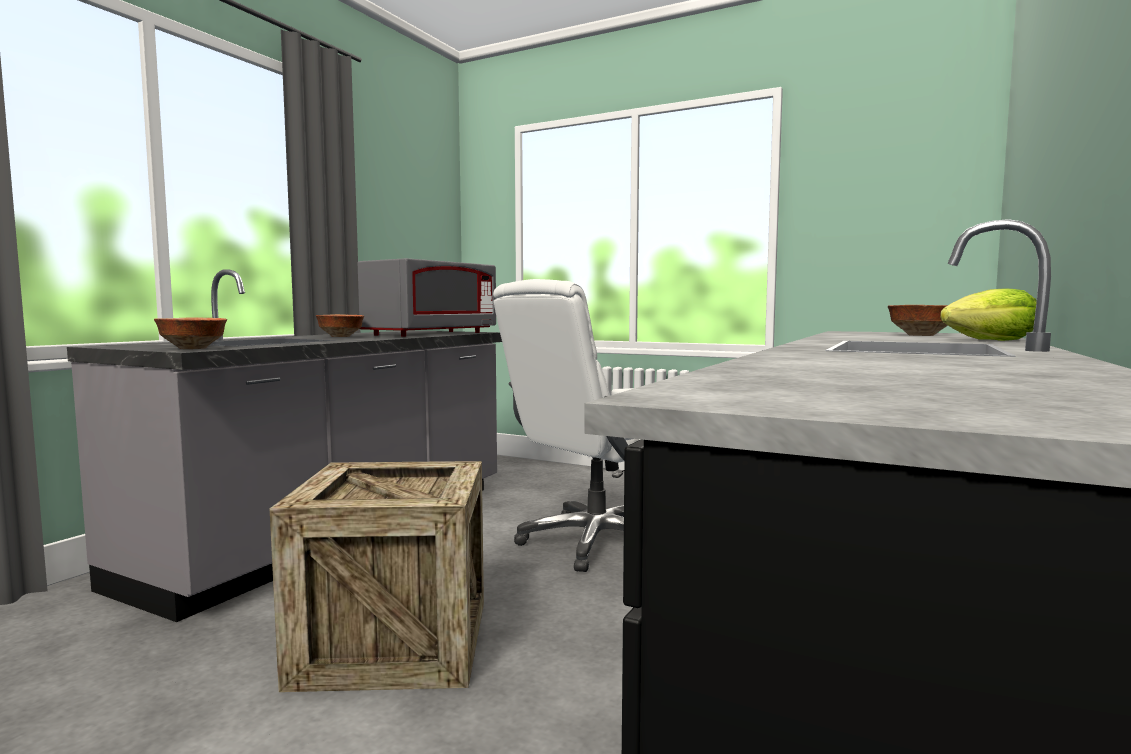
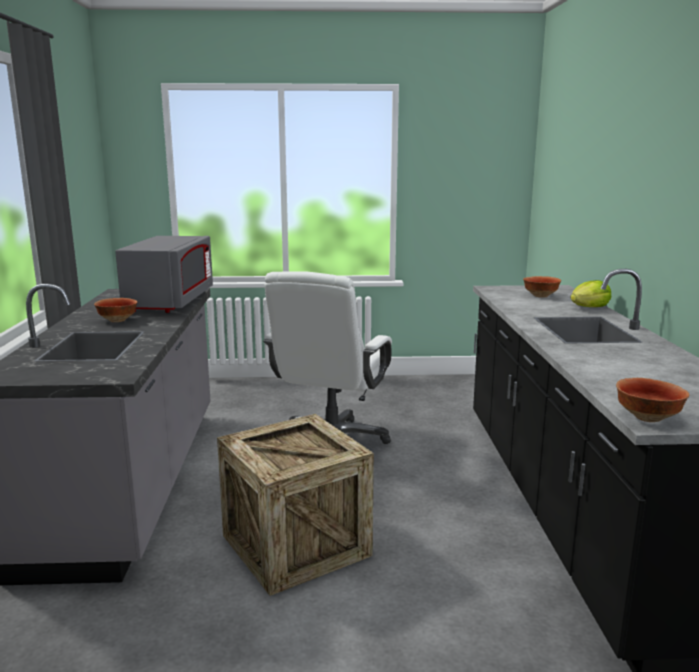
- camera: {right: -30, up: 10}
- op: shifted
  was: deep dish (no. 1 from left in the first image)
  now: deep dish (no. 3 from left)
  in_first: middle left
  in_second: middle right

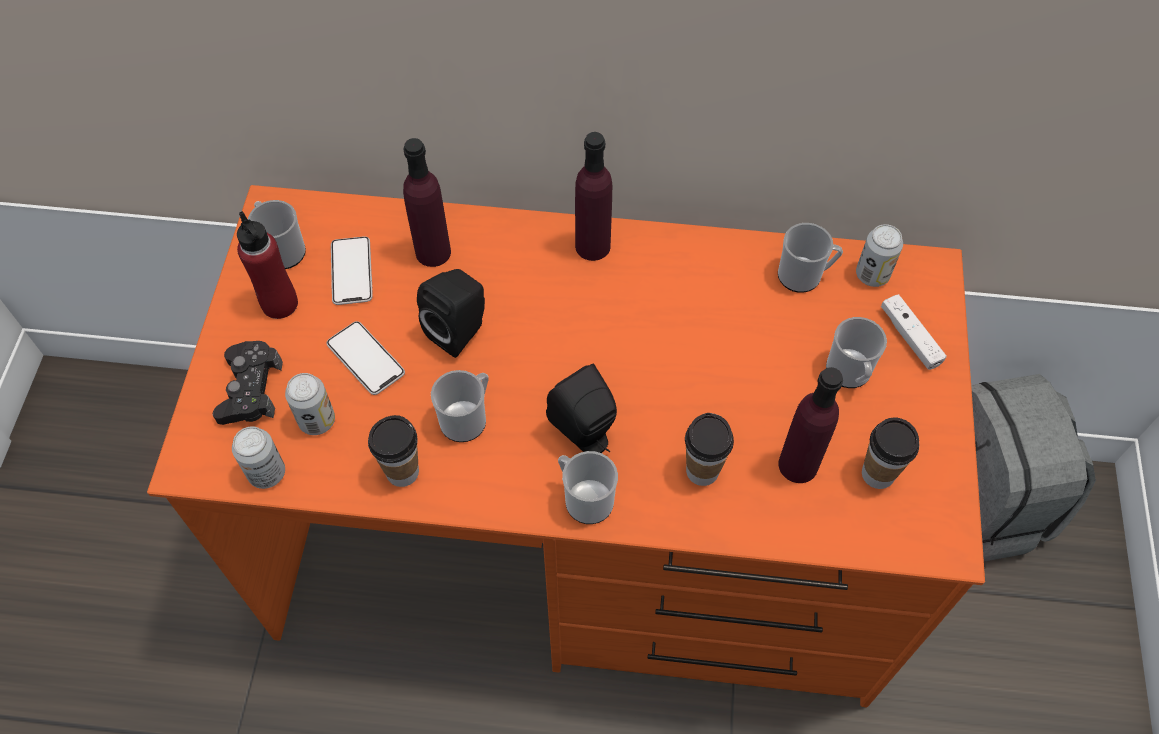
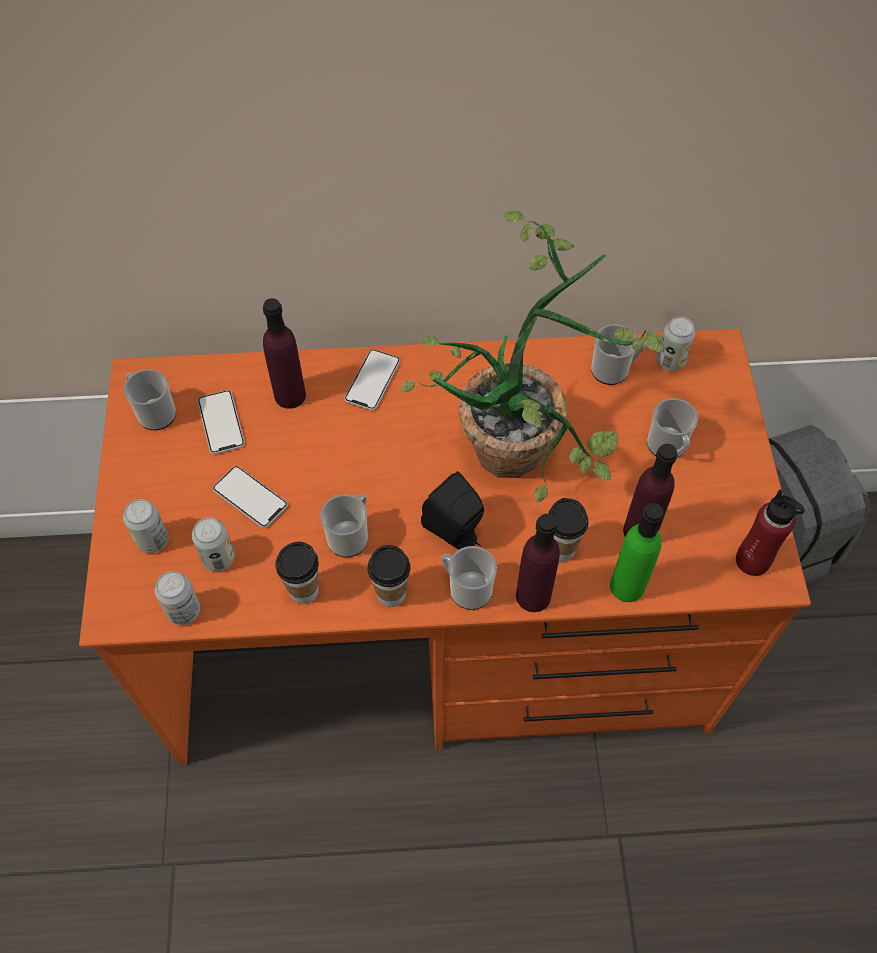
- camera: {right: -10, up: 0}
- op: swapped
  was: game controller/blackish
  now: can (no. 1 from left)
  in_first: middle left
  in_second: middle left
- op: shifted
  was: drink bottle/red
  in_first: middle left
  in_second: middle right
- op: gone
  was: loudspeaker/blackish (no. 1 from left)
  in_first: centre
- op: shifted
  was: drink bottle/purple-coloured (no. 2 from left)
  in_first: top centre
  in_second: centre
- op: shifted
  was: drinking cup (no. 3 from left in the first image)
  now: drinking cup (no. 2 from left)
  in_first: middle right
  in_second: centre
- op: gone
  was: game controller/white
  in_first: middle right
- op: new
  now: phone (no. 3 from left)
  in_second: centre
- op: new
  now: houseplant
  in_second: centre
- op: new
  now: drink bottle/green
  in_second: middle right

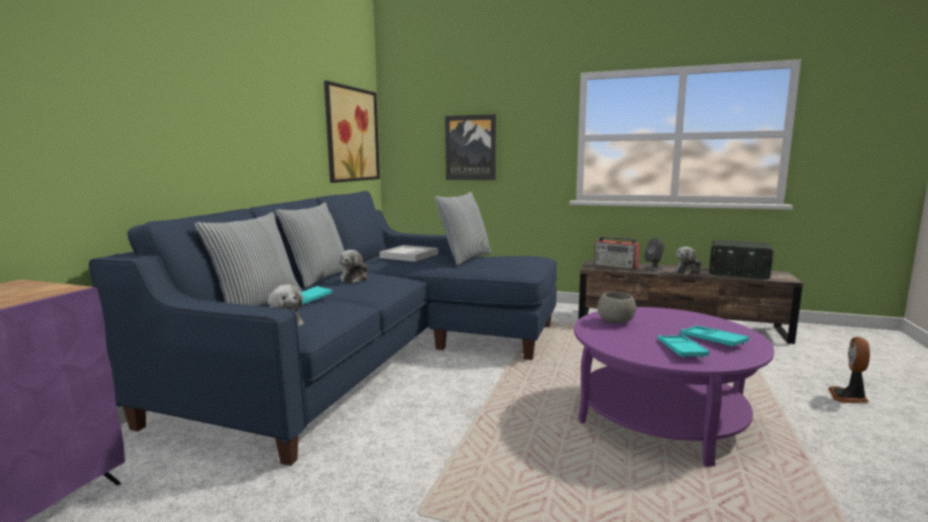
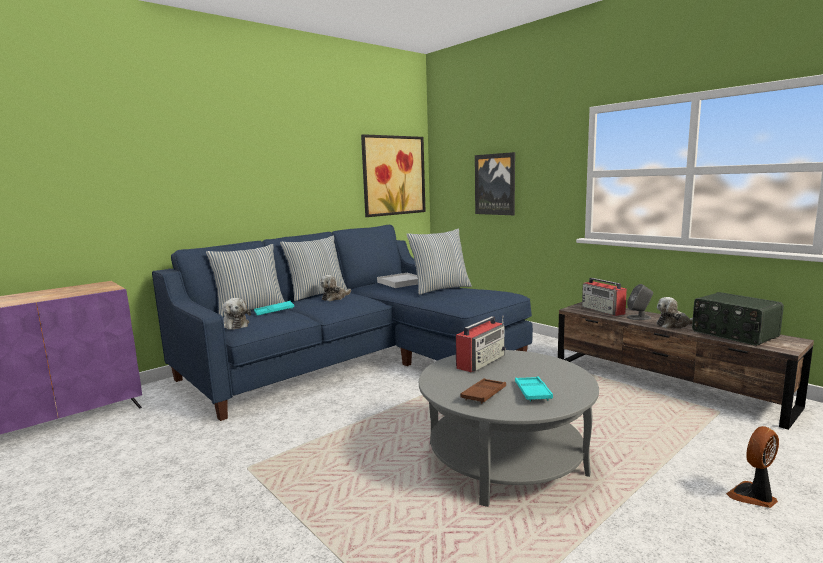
- camera: {right: 30, up: 0}
- op: repainted
  was: low table/purple-coloured
  now: low table/greyish
  in_first: bottom right
  in_second: bottom centre
- op: swapped
  was: deep dish/greyish
  now: radio (no. 1 from left)
  in_first: centre
  in_second: centre
- op: repainted
  was: carrying tray/turquoise-coloured (no. 2 from left)
  now: carrying tray/brown
  in_first: middle right
  in_second: bottom centre

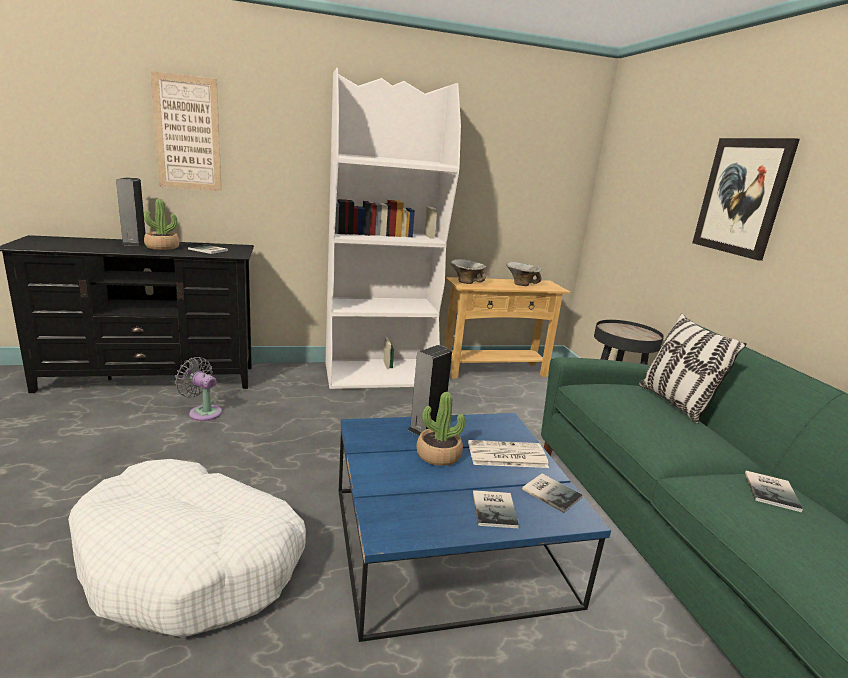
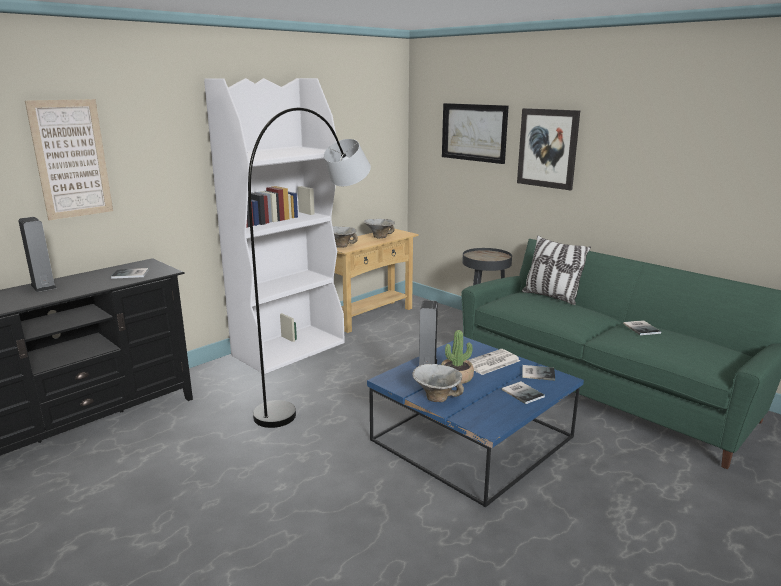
- camera: {right: -30, up: 0}
- op: gone
  was: dog cushion/white
  in_first: bottom left
- op: gone
  was: houseplant (no. 1 from left)
  in_first: top left
- op: gone
  was: electric fan/greyish
  in_first: middle left
- op: new
  now: standard lamp/greyish
  in_second: centre
- op: new
  now: deep dish (no. 3 from left)
  in_second: centre
- op: new
  now: picture (no. 2 from left)
  in_second: top centre

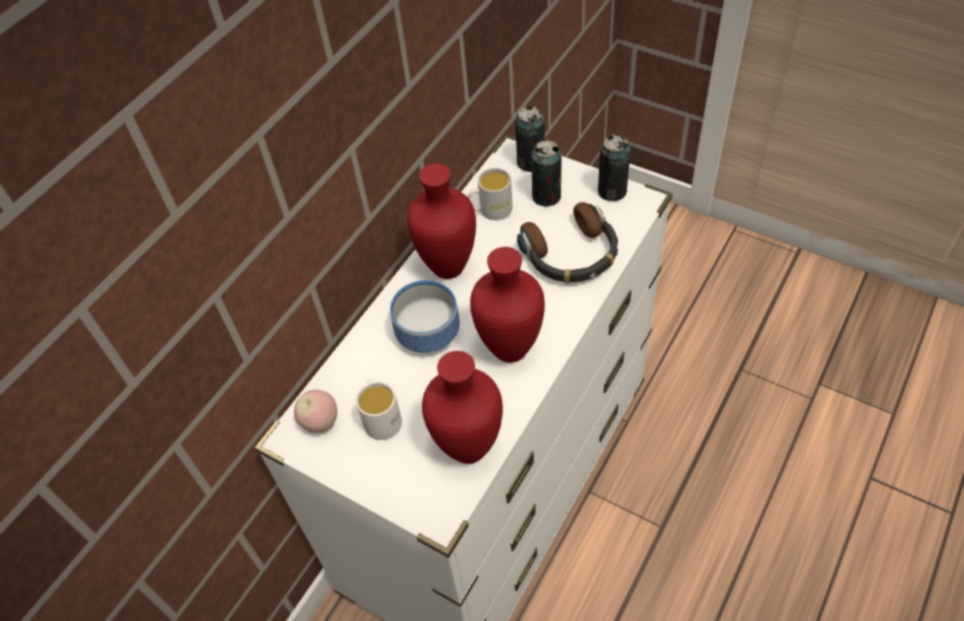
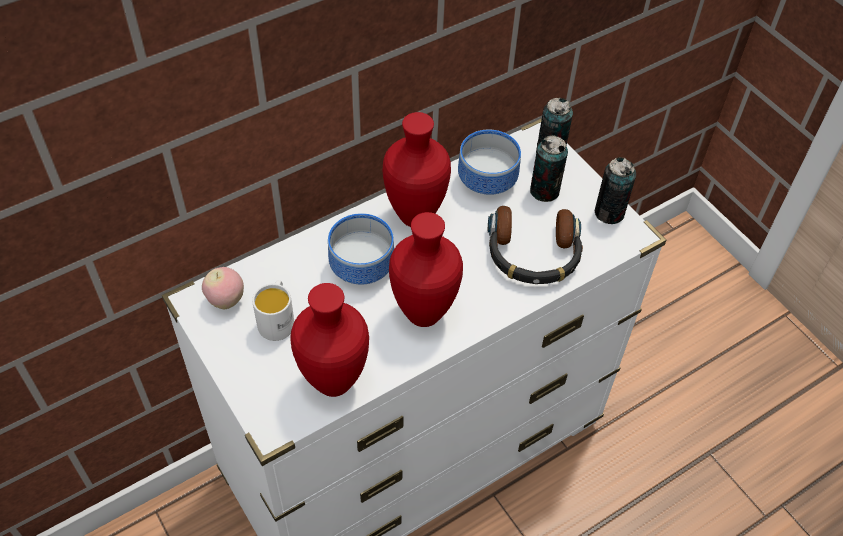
- camera: {right: 20, up: 0}
- op: swapped
  was: coffee mug/white (no. 2 from left)
  now: deep dish (no. 2 from left)
  in_first: top centre
  in_second: top centre

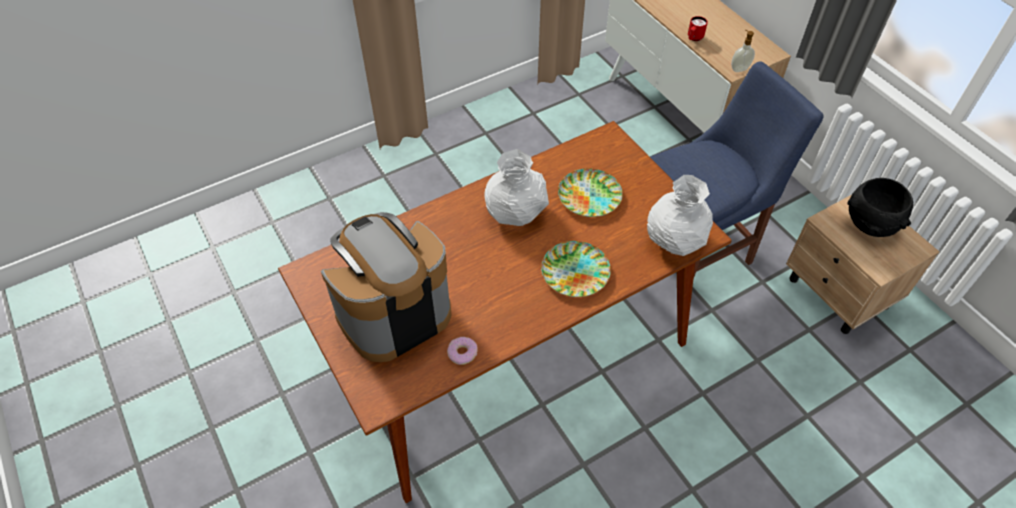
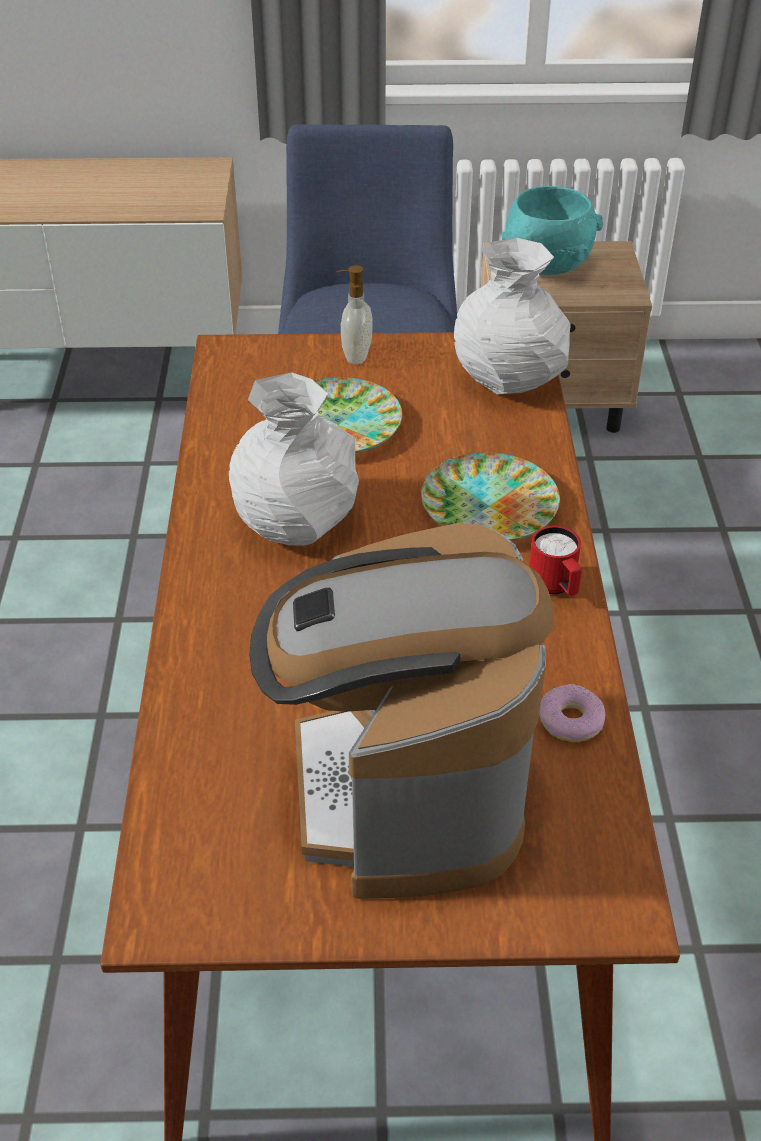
- camera: {right: -60, up: -10}
- op: shifted
  was: coffee mug/red
  in_first: top right
  in_second: middle right
- op: shifted
  was: soap dispenser
  in_first: top right
  in_second: top centre
- op: repainted
  was: deep dish/blackish
  now: deep dish/turquoise-coloured
  in_first: middle right
  in_second: top right

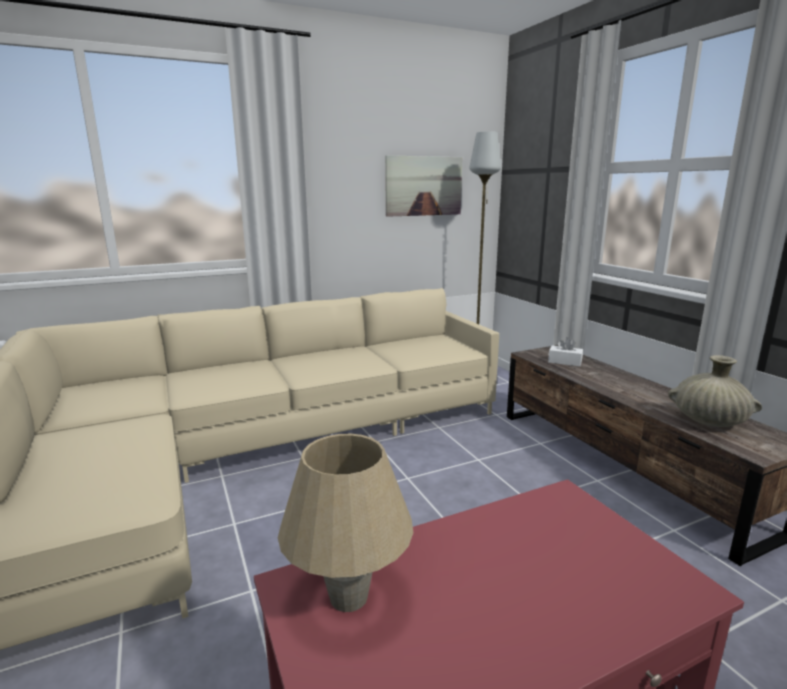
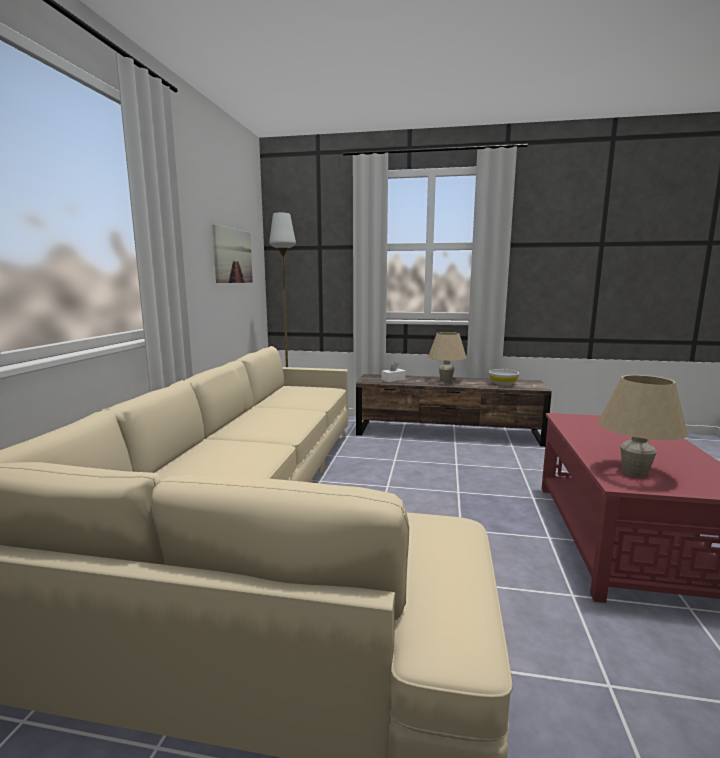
- camera: {right: -55, up: -5}
- op: swapped
  was: flower vase/beige
  now: deep dish/white
  in_first: middle right
  in_second: middle right
- op: new
  now: table lamp/beige (no. 1 from left)
  in_second: centre

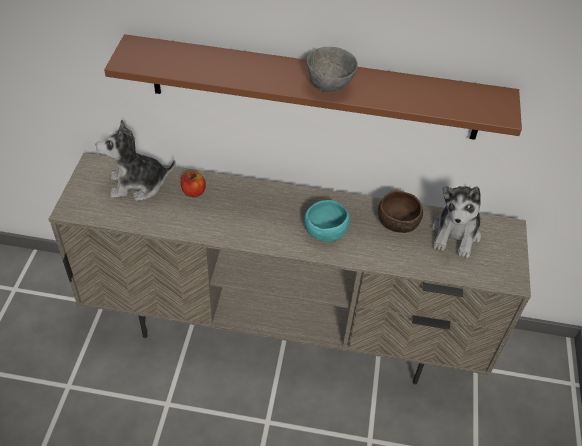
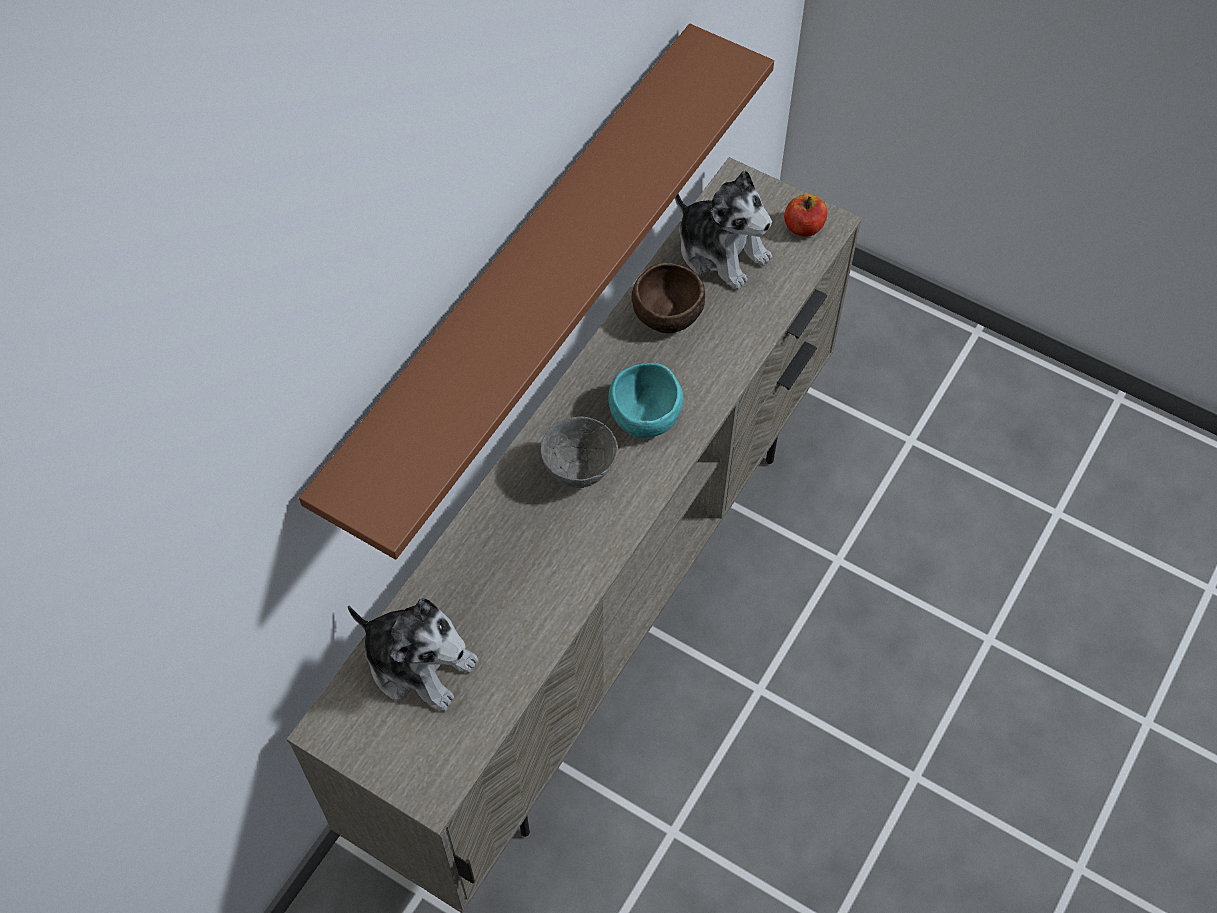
- camera: {right: -65, up: 10}
- op: rotated
  was: plush toy (no. 1 from left)
  in_first: middle left
  in_second: bottom centre
  clockwise: -75
- op: shifted
  was: apple fruit
  in_first: middle left
  in_second: top centre
- op: shifted
  was: deep dish/greyish
  in_first: top centre
  in_second: centre

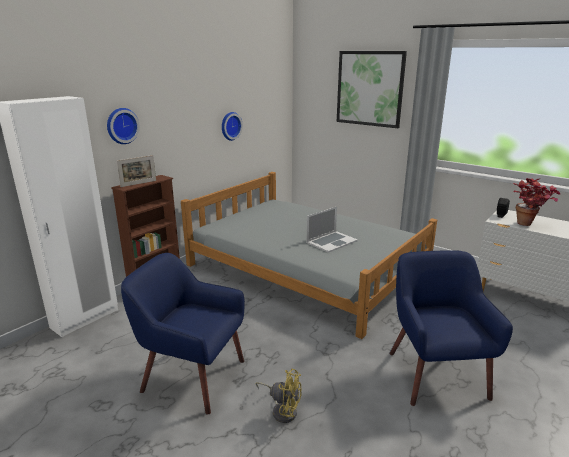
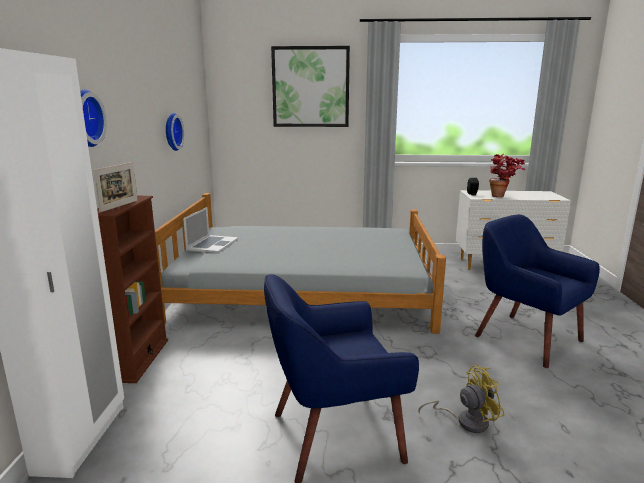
- camera: {right: -35, up: -5}
- op: shifted
  was: portable computer
  in_first: centre
  in_second: middle left

